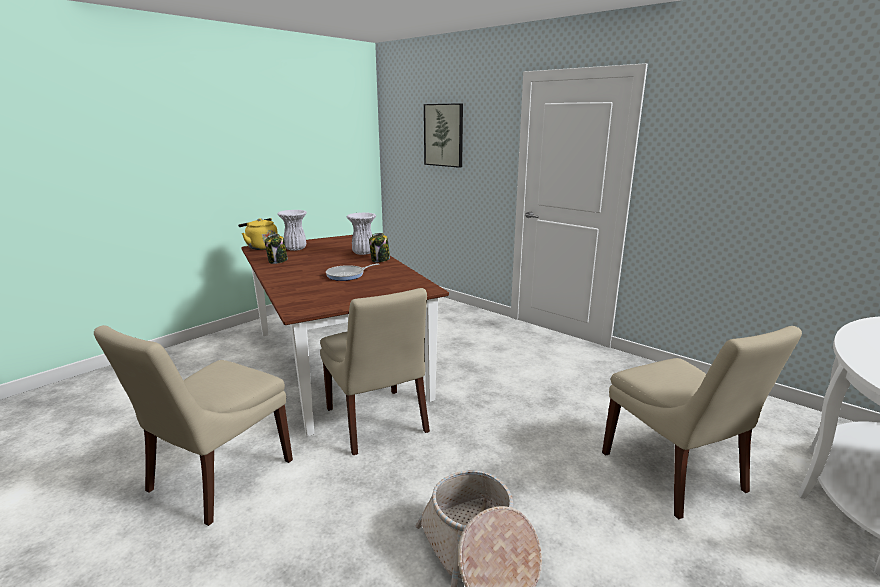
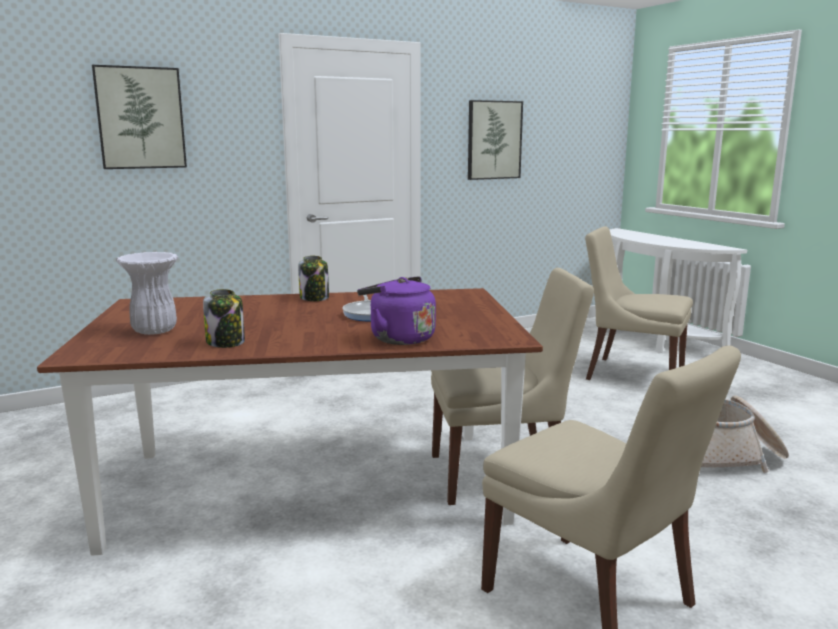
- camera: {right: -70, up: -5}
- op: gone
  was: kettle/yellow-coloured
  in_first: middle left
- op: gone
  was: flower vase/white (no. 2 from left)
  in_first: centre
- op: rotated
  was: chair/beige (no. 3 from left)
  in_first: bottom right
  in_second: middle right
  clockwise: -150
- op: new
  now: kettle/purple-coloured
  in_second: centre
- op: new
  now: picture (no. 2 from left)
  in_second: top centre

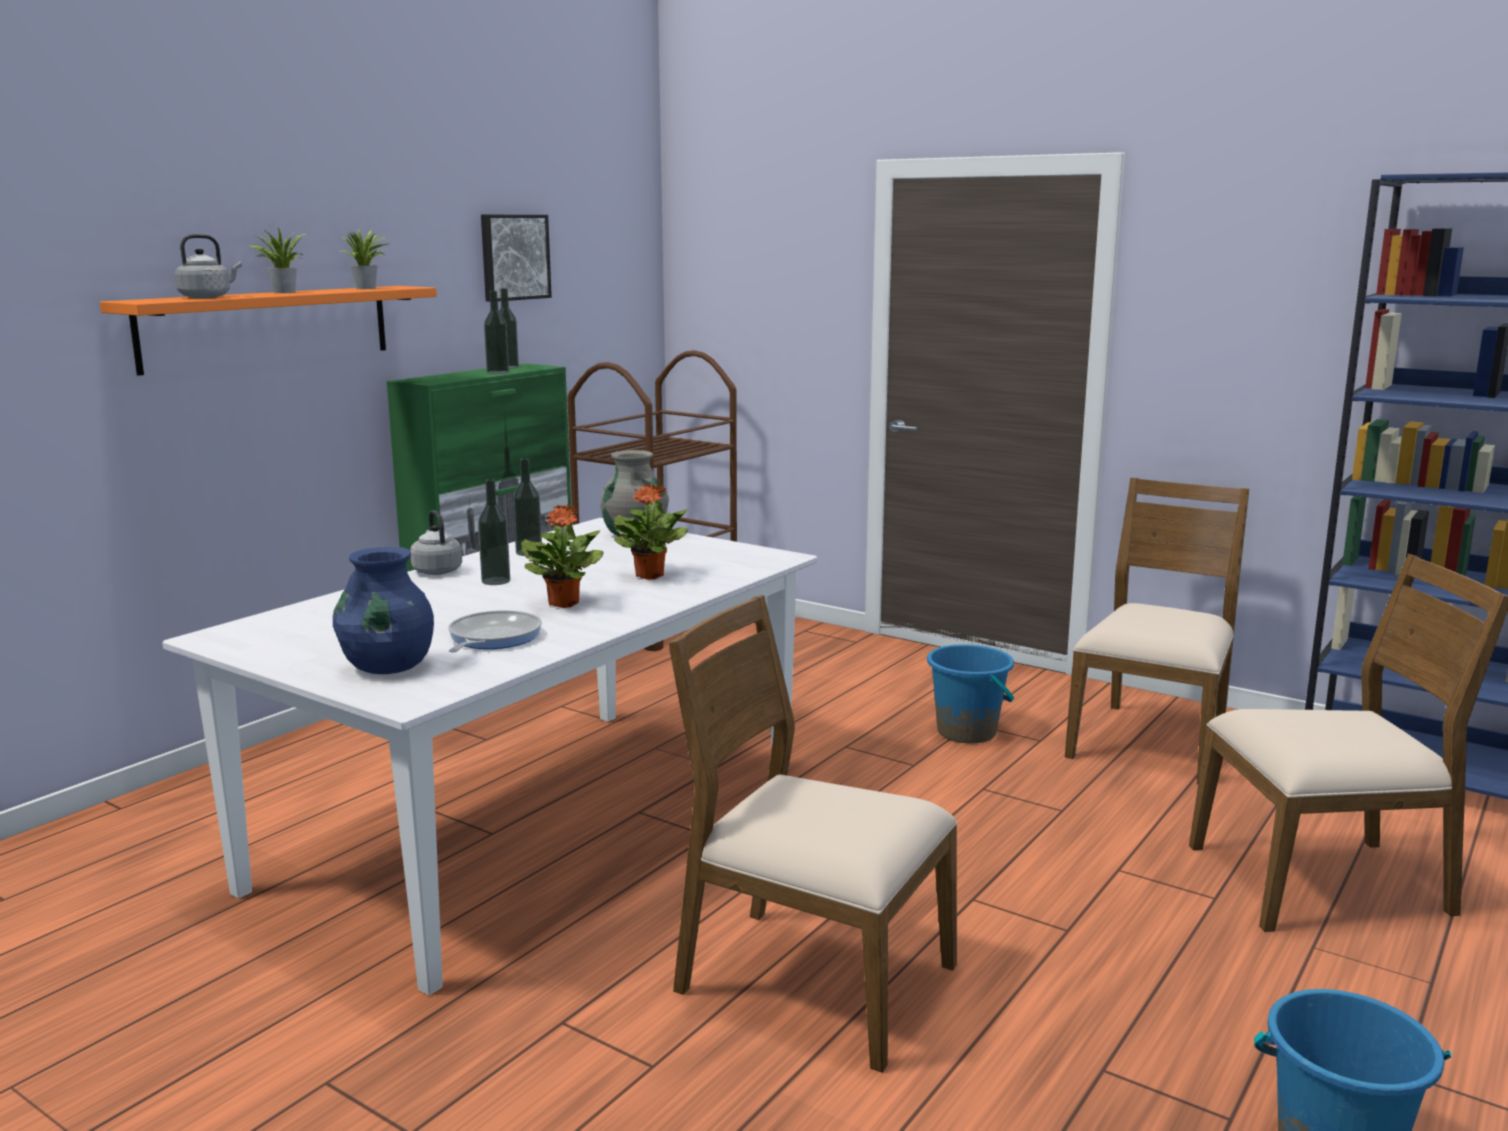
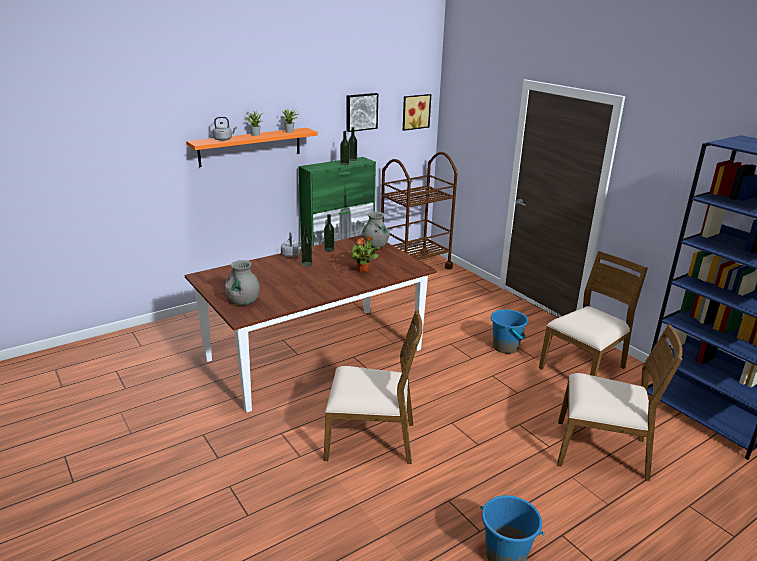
- camera: {right: 20, up: 10}
- op: repainted
  was: kitchen table/white
  now: kitchen table/brown
  in_first: bottom left
  in_second: centre
- op: repainted
  was: flower vase/blue
  now: flower vase/greyish (no. 1 from left)
  in_first: middle left
  in_second: middle left
- op: gone
  was: skillet
  in_first: middle left
- op: gone
  was: houseplant (no. 3 from left)
  in_first: centre
- op: rotated
  was: chair/brown (no. 1 from left)
  in_first: bottom centre
  in_second: bottom centre
  clockwise: 135
- op: new
  now: picture (no. 2 from left)
  in_second: top centre

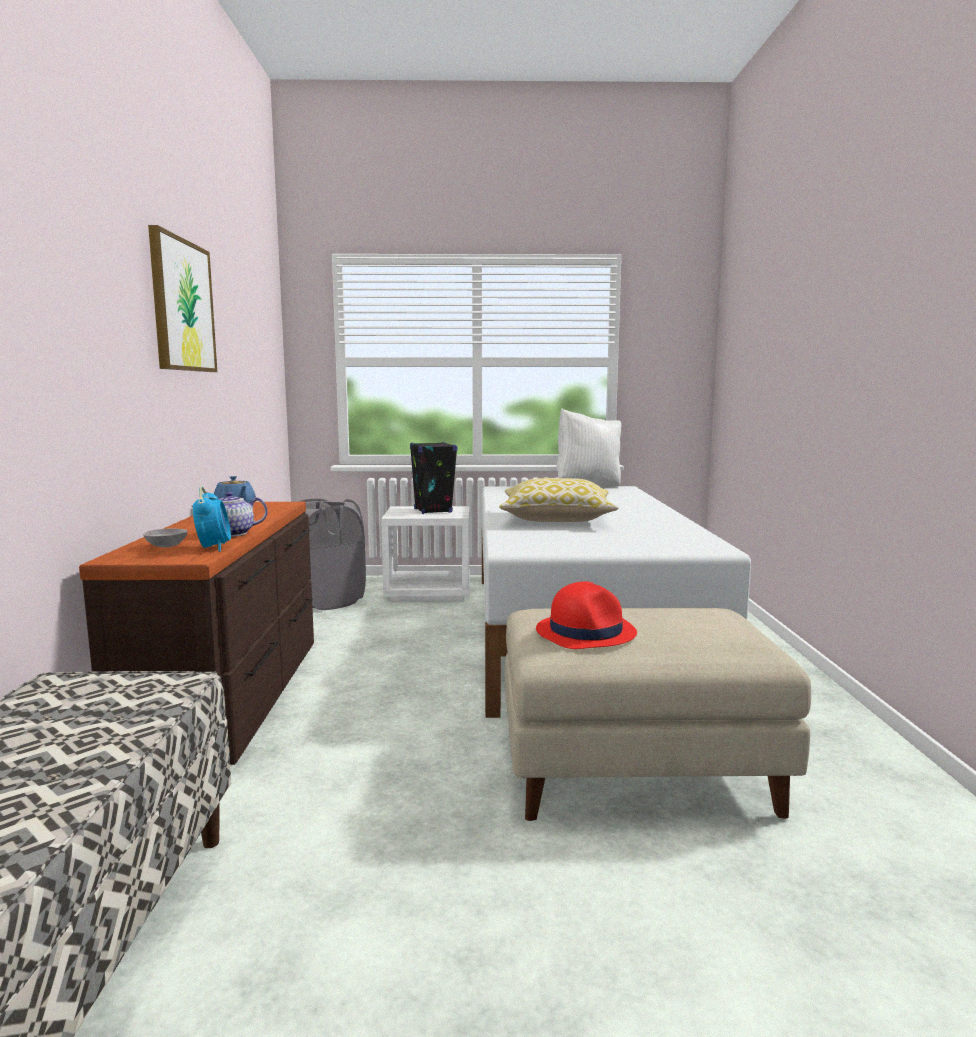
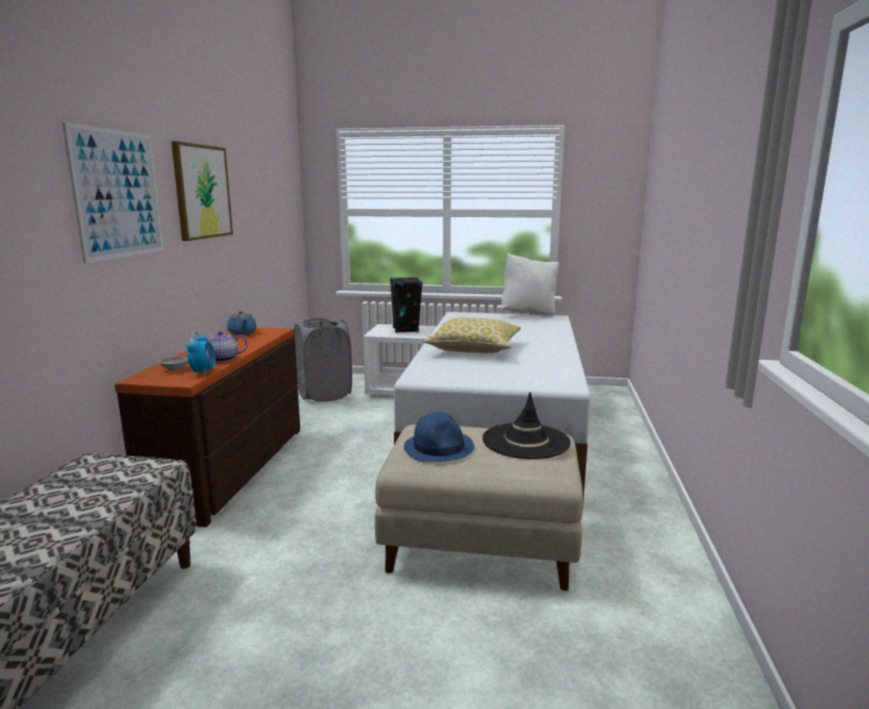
- camera: {right: 10, up: 5}
- op: repainted
  was: hat/red
  now: hat/blue
  in_first: centre
  in_second: centre
- op: new
  now: picture (no. 1 from left)
  in_second: top left
- op: new
  now: hat/blackish
  in_second: centre

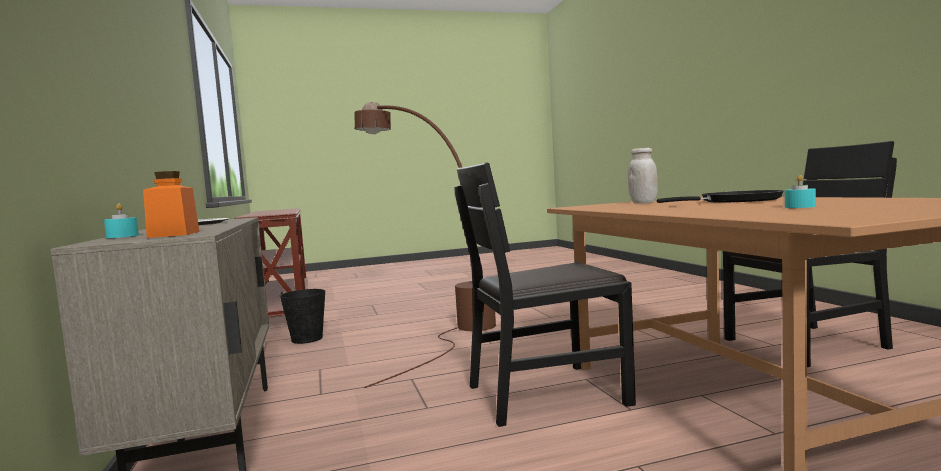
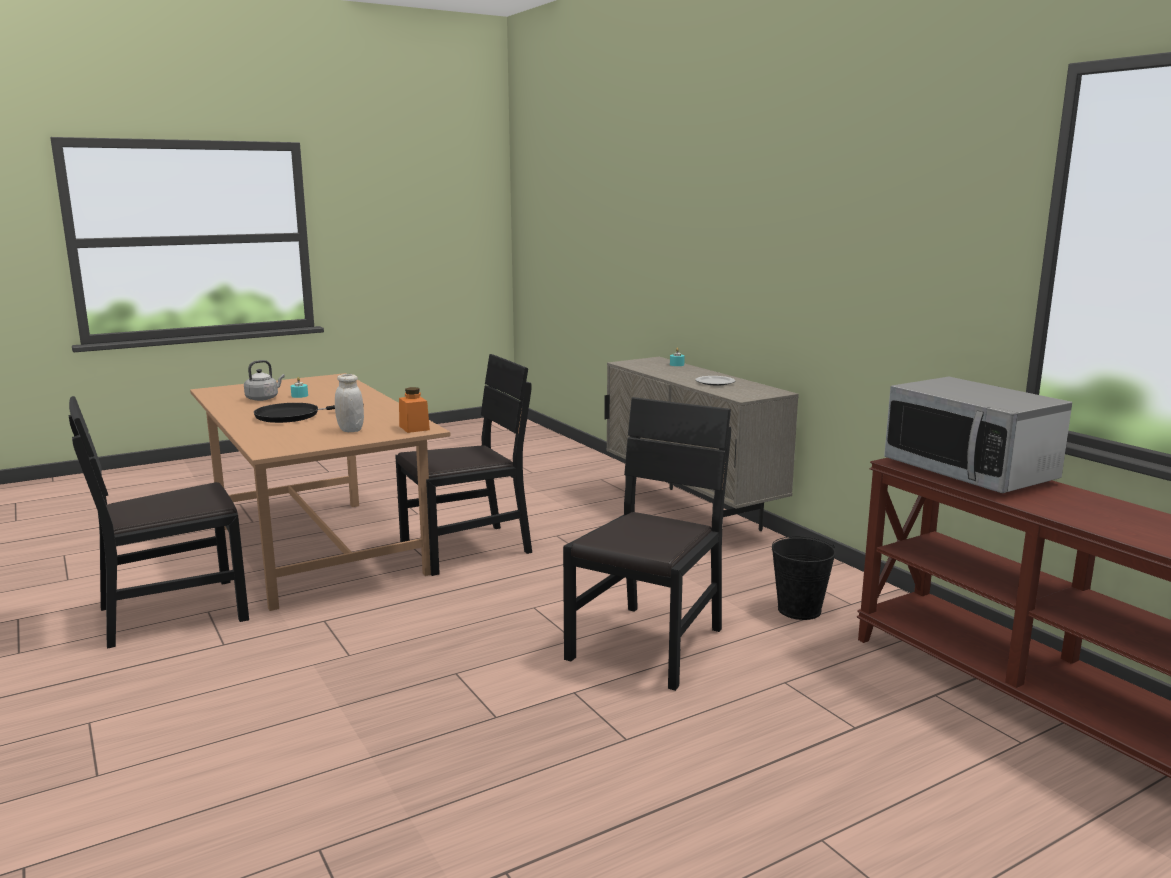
- camera: {right: 165, up: 10}
- op: shifted
  was: storage jar/orange
  in_first: middle left
  in_second: centre
- op: swapped
  was: standard lamp/brown
  now: chair/blackish (no. 3 from left)
  in_first: centre
  in_second: centre
- op: new
  now: kettle/greyish
  in_second: middle left
- op: new
  now: microwave
  in_second: middle right

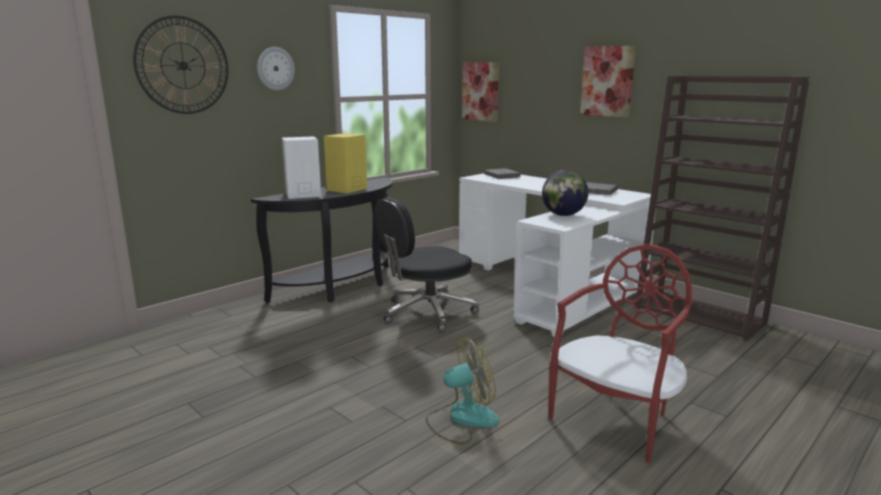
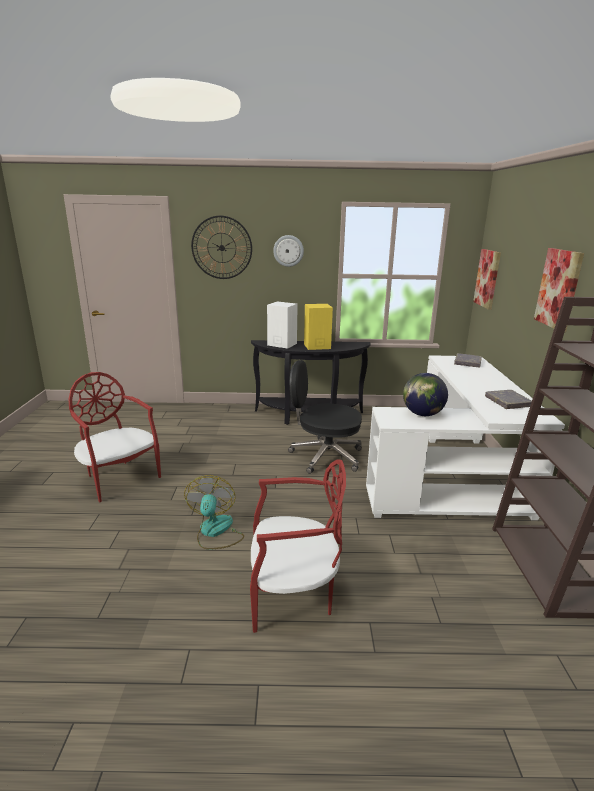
- camera: {right: 45, up: 5}
- op: rotated
  was: electric fan
  in_first: bottom centre
  in_second: centre
  clockwise: -120
- op: new
  now: chair/red (no. 1 from left)
  in_second: middle left

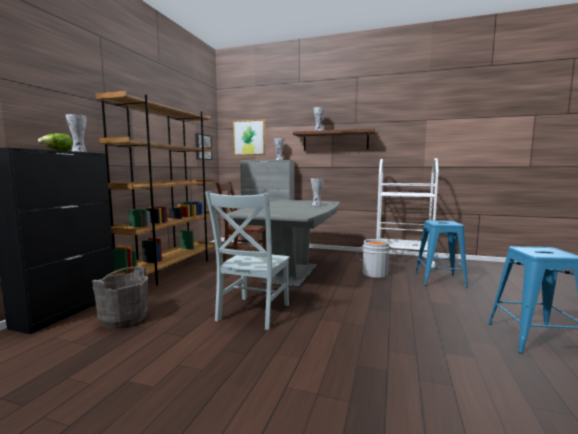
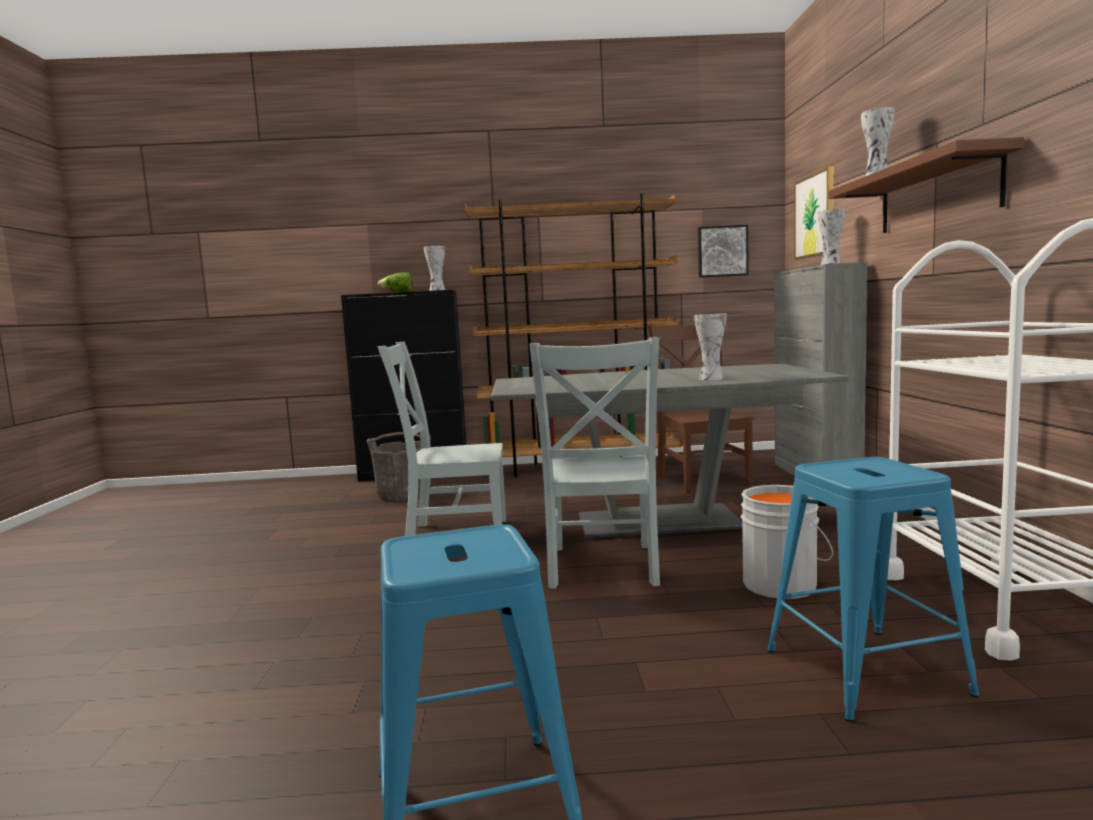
- camera: {right: 70, up: 0}
- op: new
  now: chair/greyish (no. 2 from left)
  in_second: centre

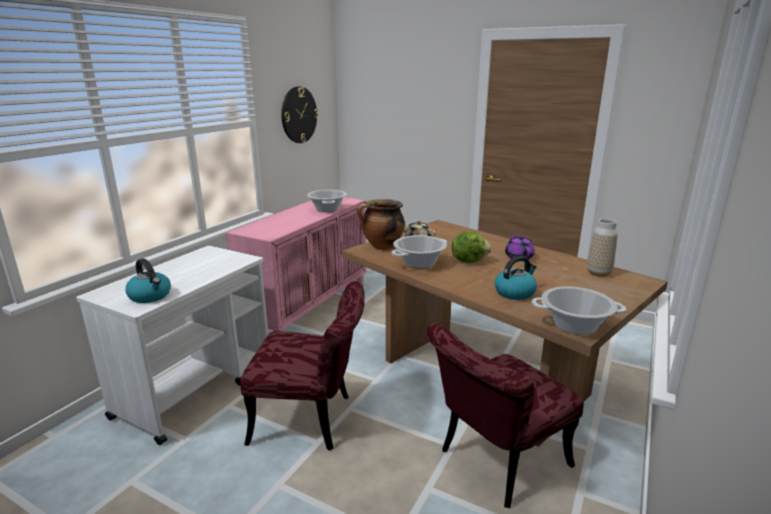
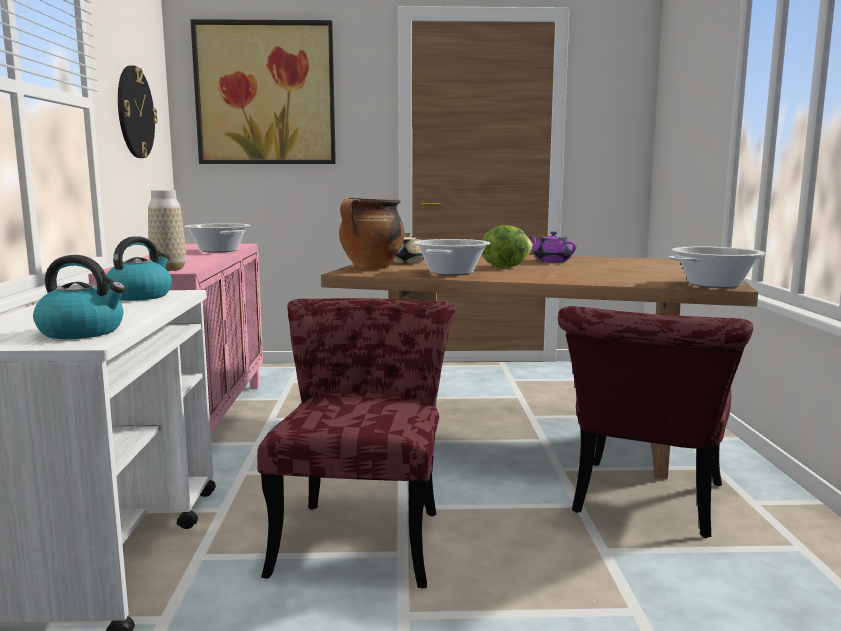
- camera: {right: -30, up: -10}
- op: rotated
  was: chair/red (no. 1 from left)
  in_first: bottom centre
  in_second: bottom centre
  clockwise: -60
- op: shifted
  was: kettle (no. 2 from left)
  in_first: middle right
  in_second: middle left
- op: shifted
  was: flower vase
  in_first: middle right
  in_second: middle left
- op: new
  now: picture
  in_second: top left

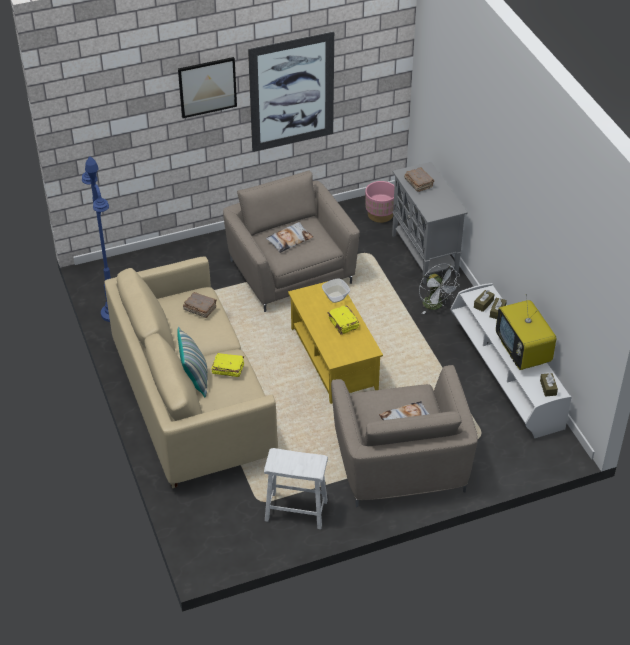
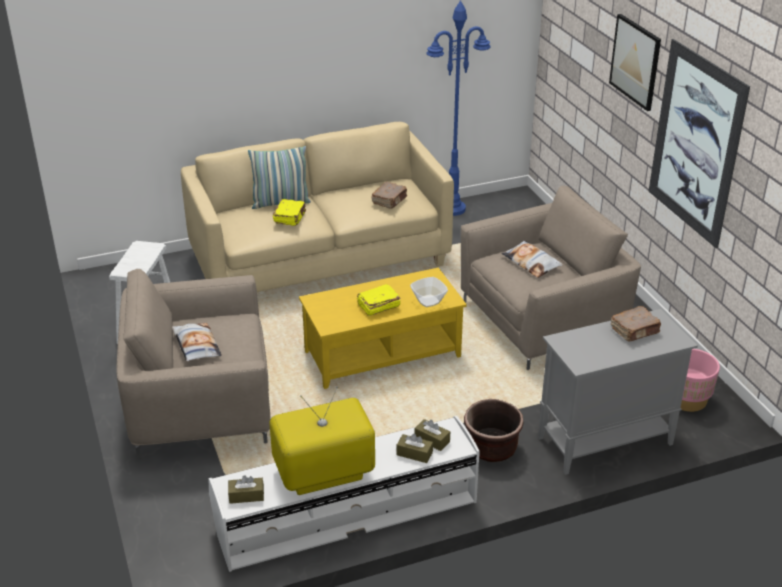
- camera: {right: 90, up: -10}
- op: swapped
  was: electric fan/white
  now: plant pot/brown
  in_first: middle right
  in_second: bottom centre

